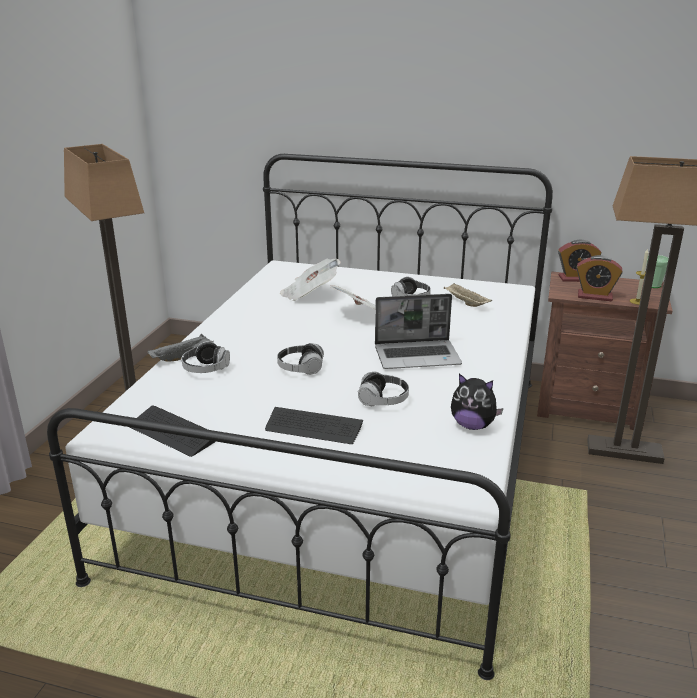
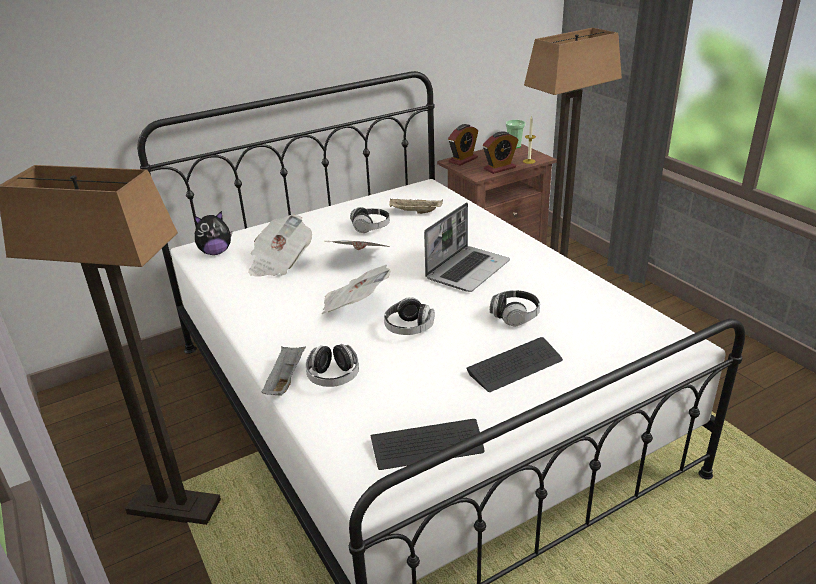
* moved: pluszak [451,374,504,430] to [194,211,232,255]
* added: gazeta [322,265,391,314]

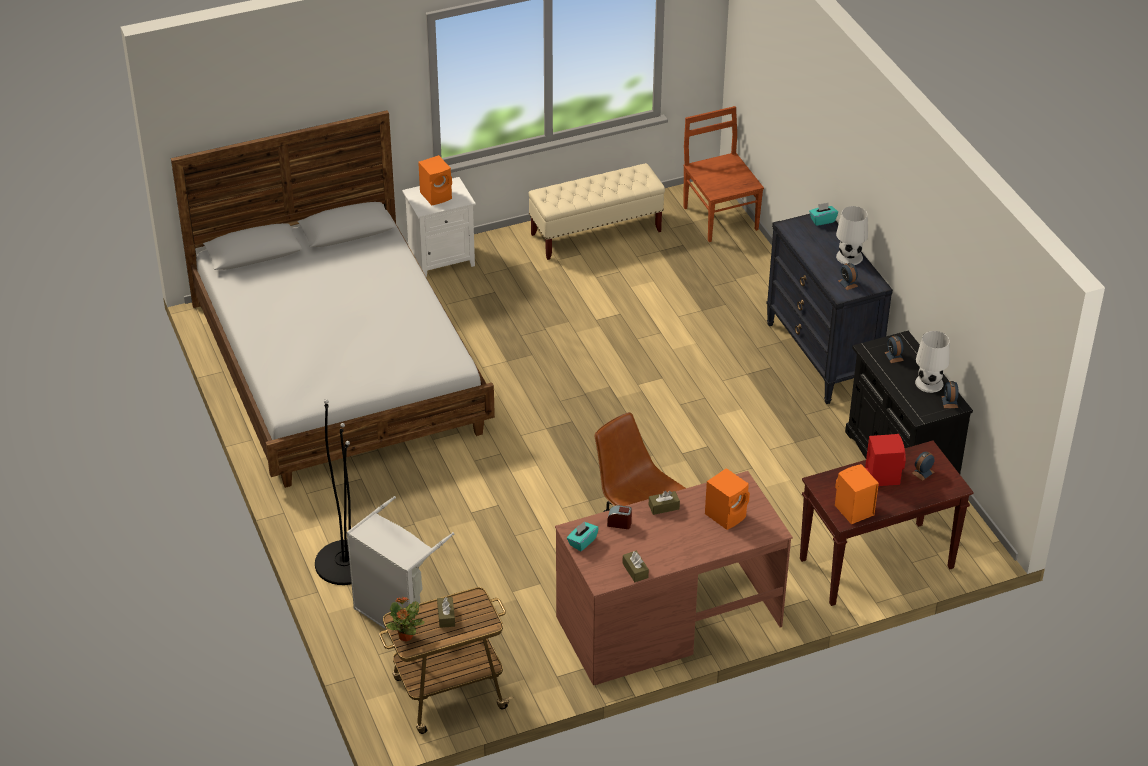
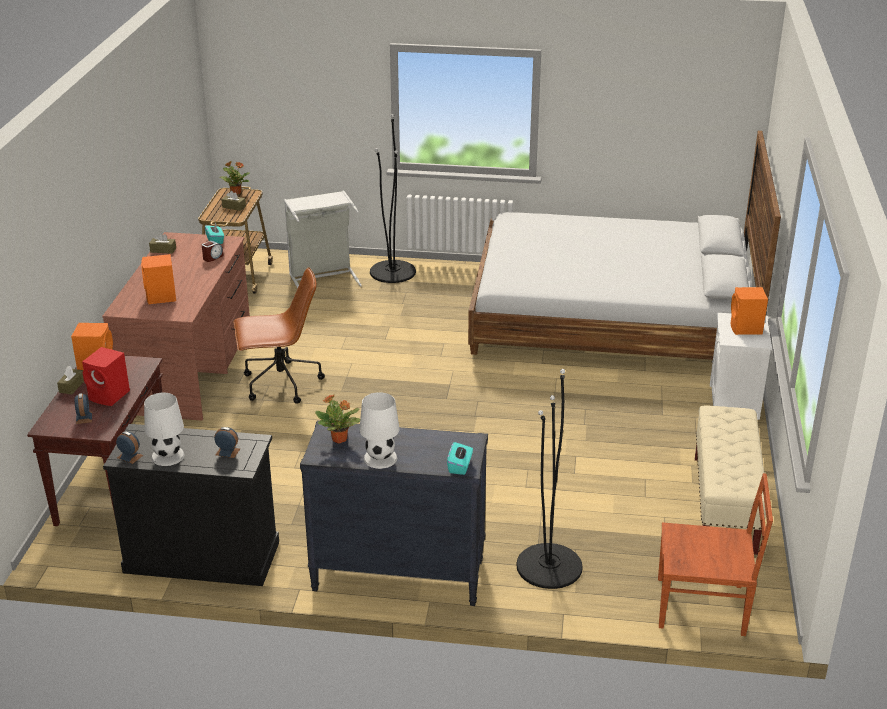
* moved: pudełko chusteczek [brązowy] [649,491,680,515] to [57,366,84,394]
* replaced: budzik [838,263,858,290] to roślina doniczkowa [315,394,360,443]
* added: lampa stojąca [czarny] [516,369,583,589]

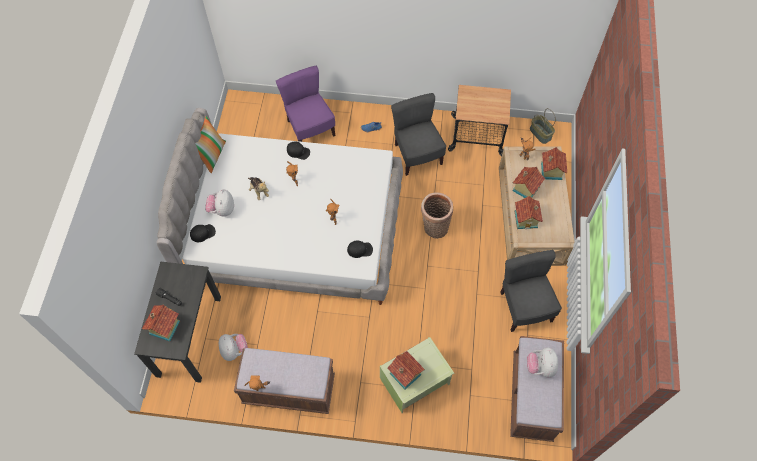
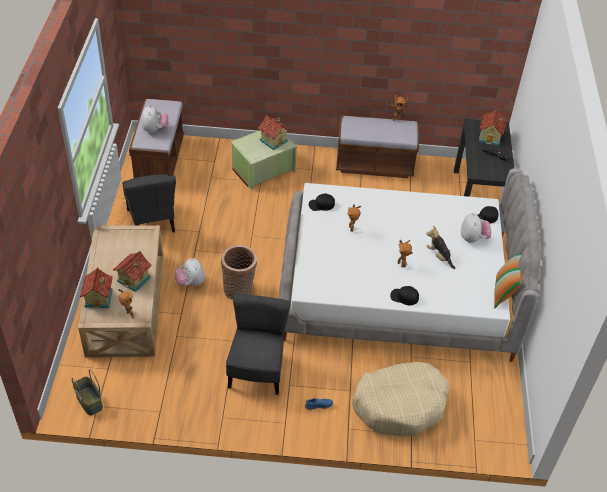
* moved: pluszak [219,334,248,361] to [175,258,205,286]
* replaced: krzesło [fioletowy] [276,66,335,142] to legowisko [beżowy] [352,362,449,436]
* turned: krzesło [szary] [391,93,446,176] = [226,294,291,395] 150 degrees counterclockwise
* removed: wózek [448,85,511,156]
* removed: domek [514,196,543,229]

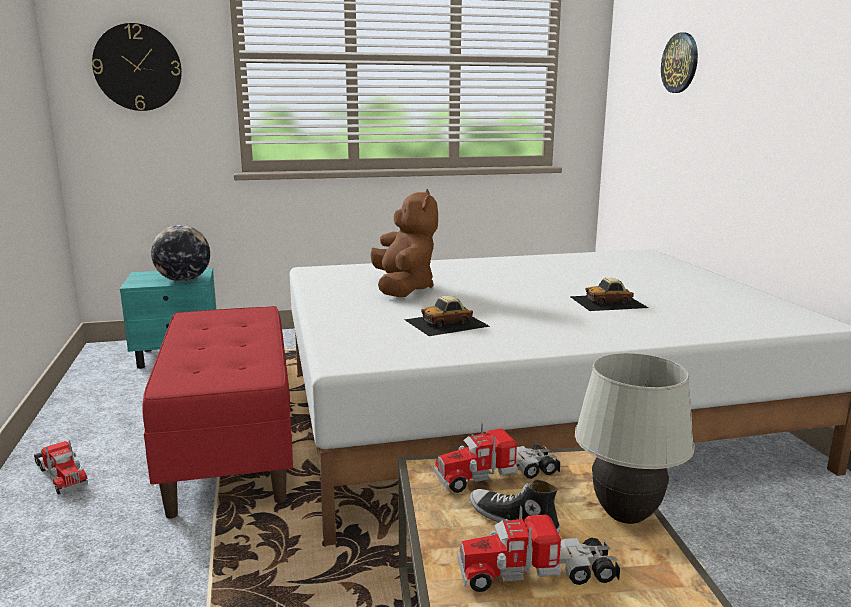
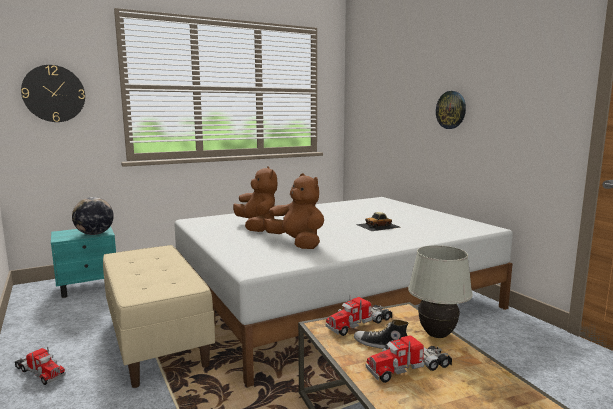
* recoloured: ławka [czerwony] [142,306,293,519] to ławka [beżowy] [103,245,215,388]
* replaced: samochodzik [404,296,490,336] to pluszak [brązowy] [263,173,324,249]
* moved: zegar ścienny [661,32,698,93] to [436,91,466,129]

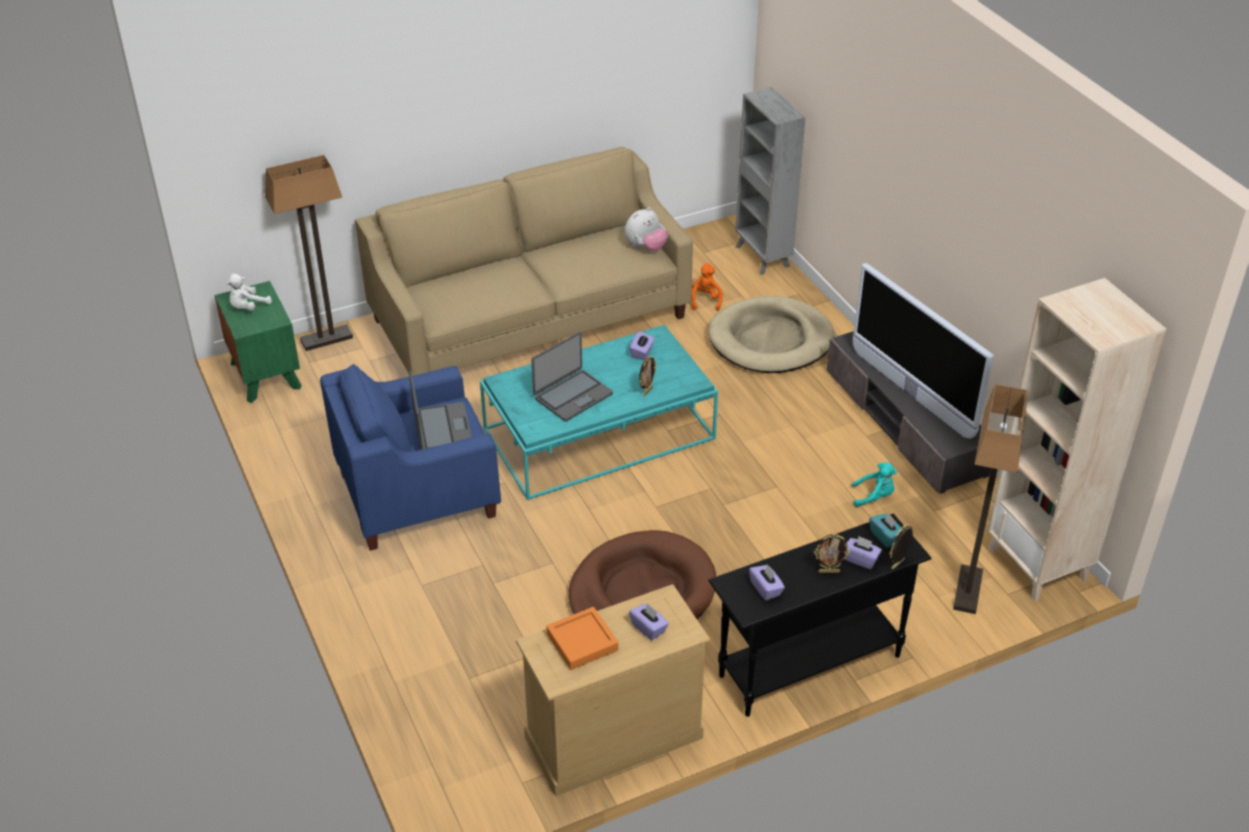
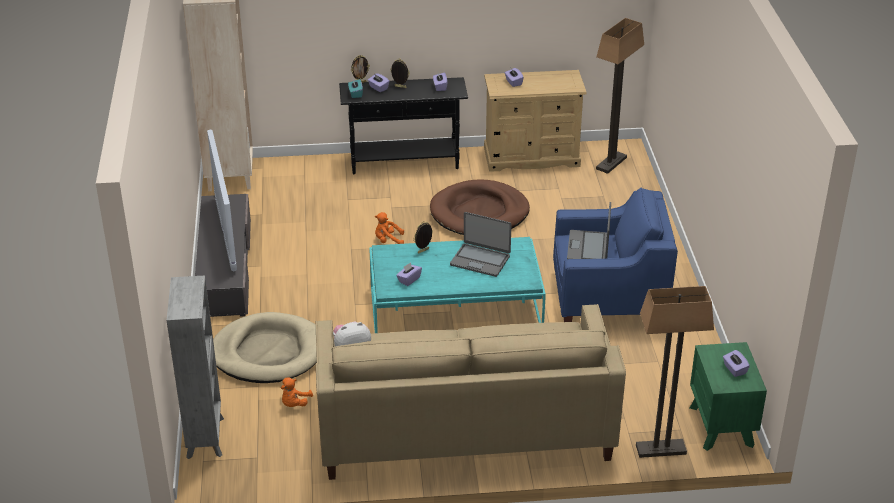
* replaced: pluszak [biały] [226,274,272,311] to pudełko chusteczek [fioletowy] [723,350,750,377]
* turned: laptop [531,332,613,421] = [450,212,512,277] 135 degrees counterclockwise
* removed: taca [pomarańczowy] [546,607,618,670]
* removed: pluszak [turkusowy] [852,462,897,507]
* moved: lampa stojąca [953,384,1027,614] to [596,18,644,174]
* added: pluszak [pomarańczowy] [375,212,404,244]

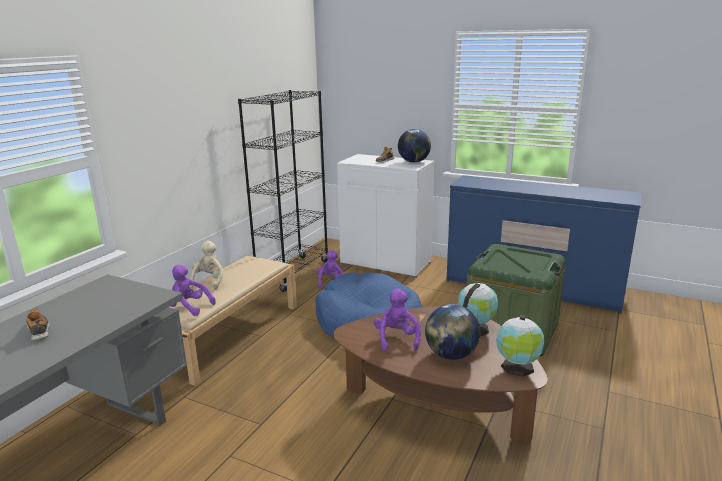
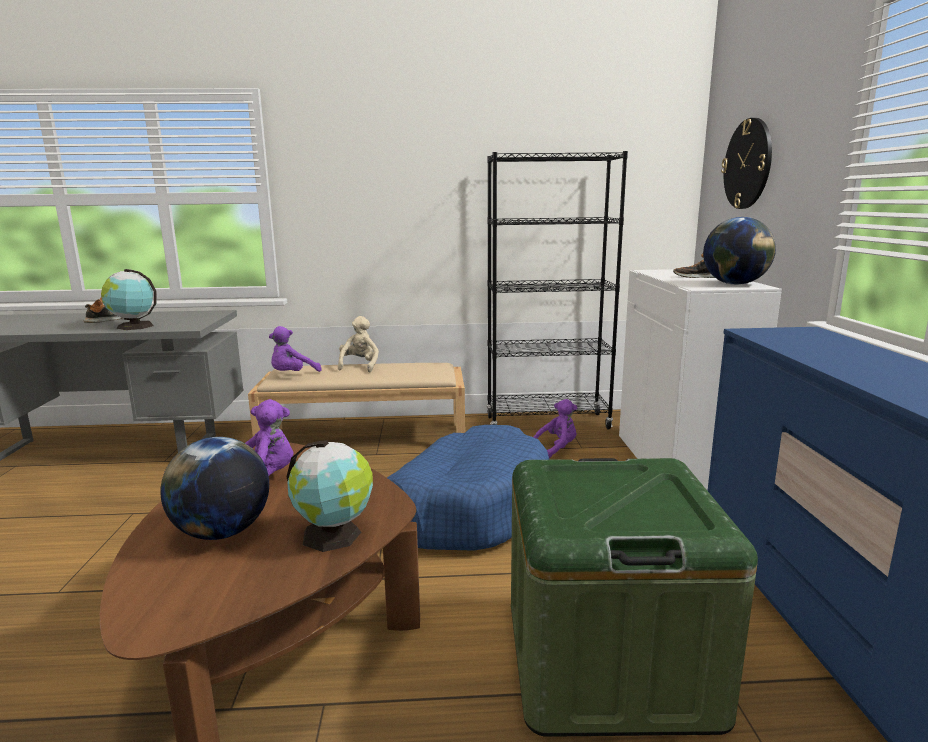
* turned: pluszak [fioletowy] [171,265,216,316] = [269,326,322,372] 135 degrees counterclockwise
* turned: pluszak [beżowy] [190,241,224,290] = [338,316,379,372] 60 degrees counterclockwise
* moved: globus [496,315,544,377] to [101,269,157,330]
* added: zegar ścienny [721,118,772,209]

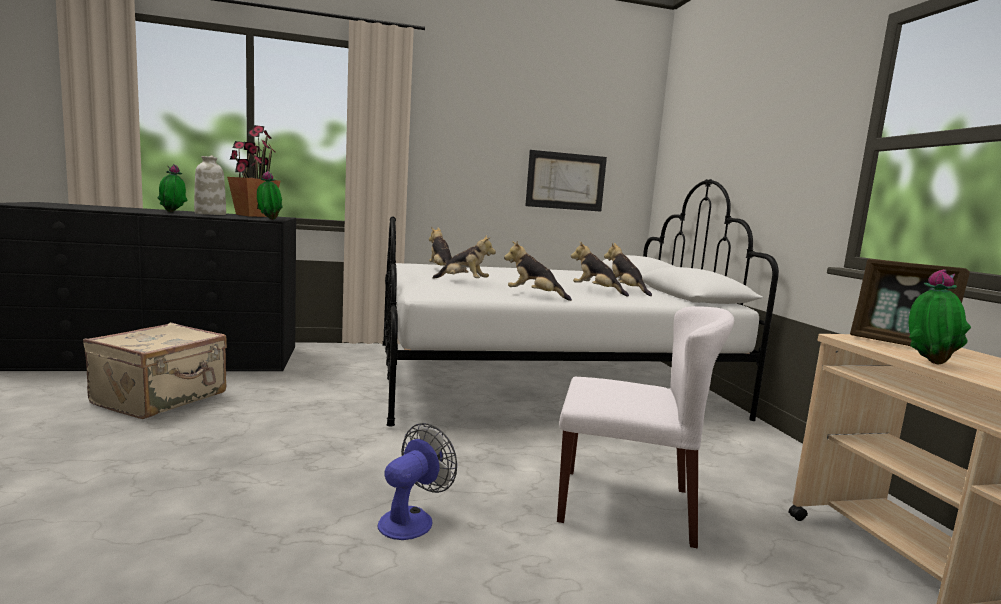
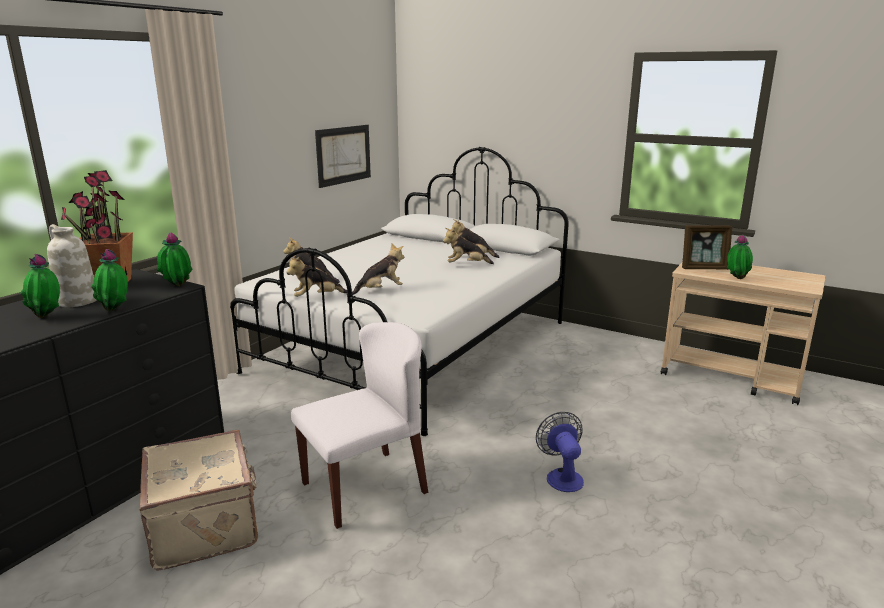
* moved: pluszak [504,241,572,301] to [286,257,347,297]
* moved: krzesło [biały] [557,306,734,548] to [291,322,428,529]
* added: roślina doniczkowa [91,249,128,311]

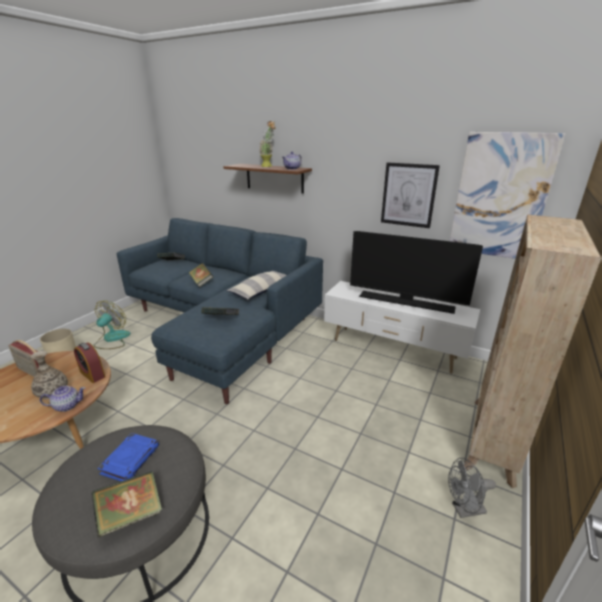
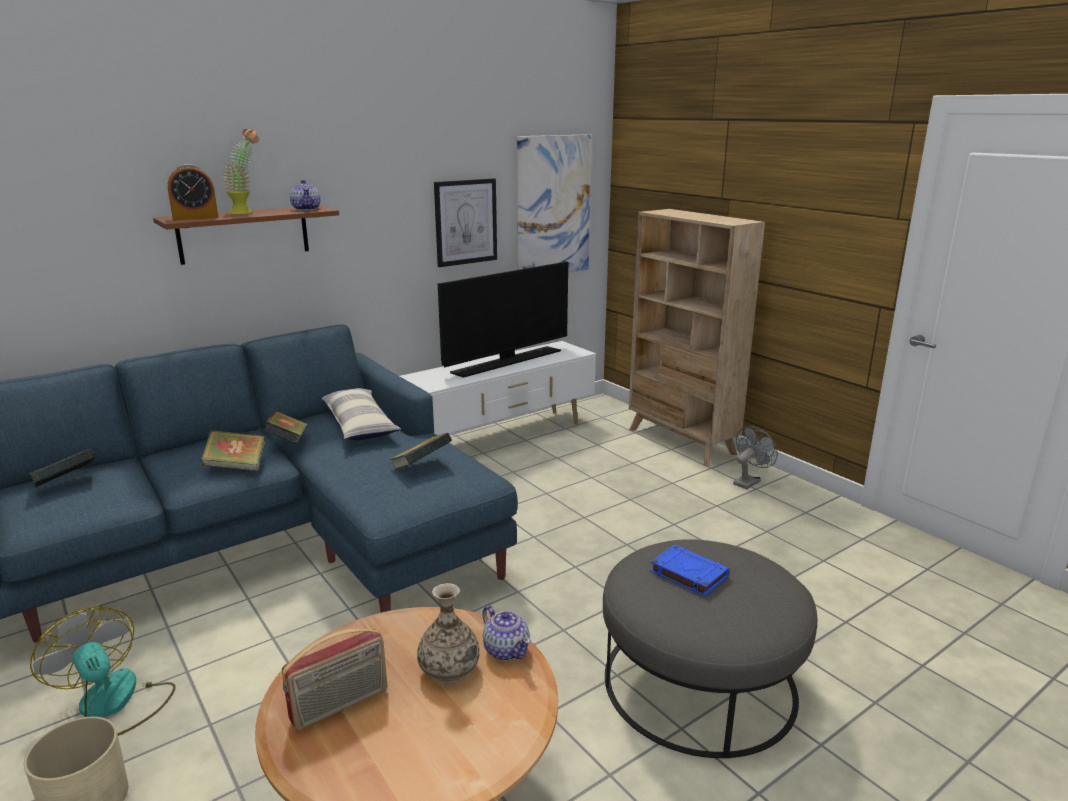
* turned: imbryk [40,386,86,412] = [482,606,531,661] 135 degrees clockwise
* moved: budzik [74,343,105,383] to [168,164,218,220]
* moved: książka [91,471,162,538] to [262,411,307,444]
* turned: wentylator [szary] [448,458,496,518] = [733,426,778,489] 150 degrees counterclockwise

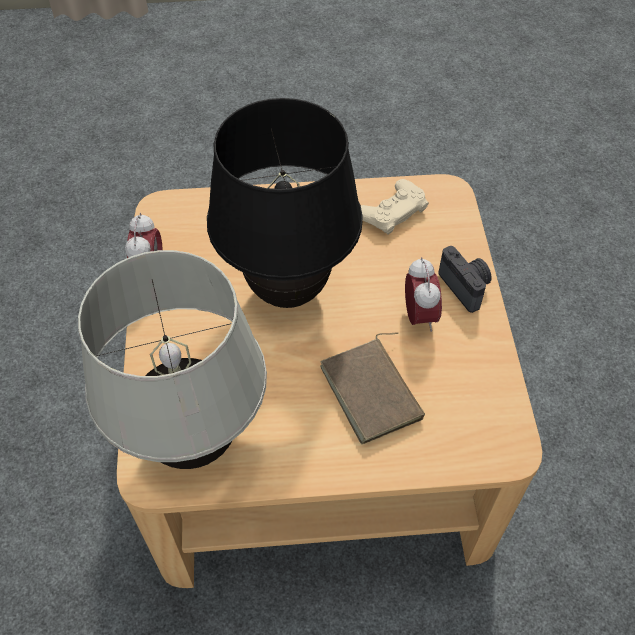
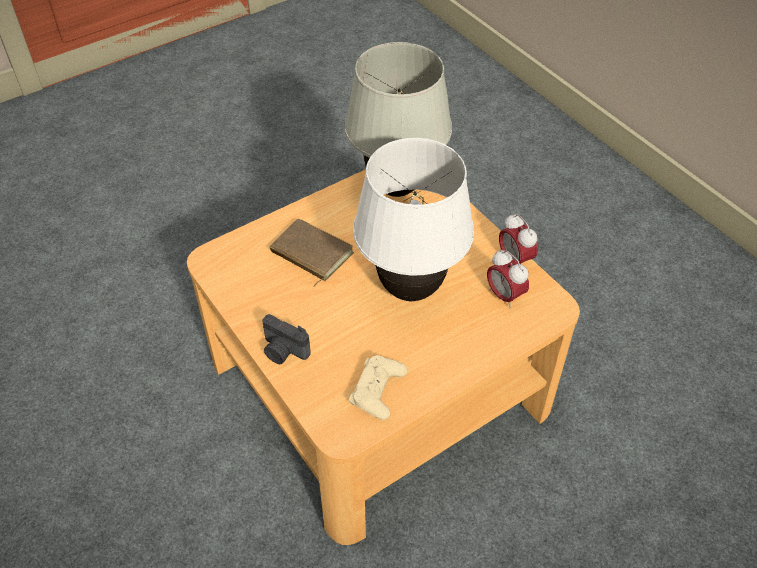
* recoloured: lampa stołowa [czarny] [207,98,363,308] to lampa stołowa [biały] [353,138,474,301]
* moved: budzik [405,257,442,332] to [487,249,529,309]

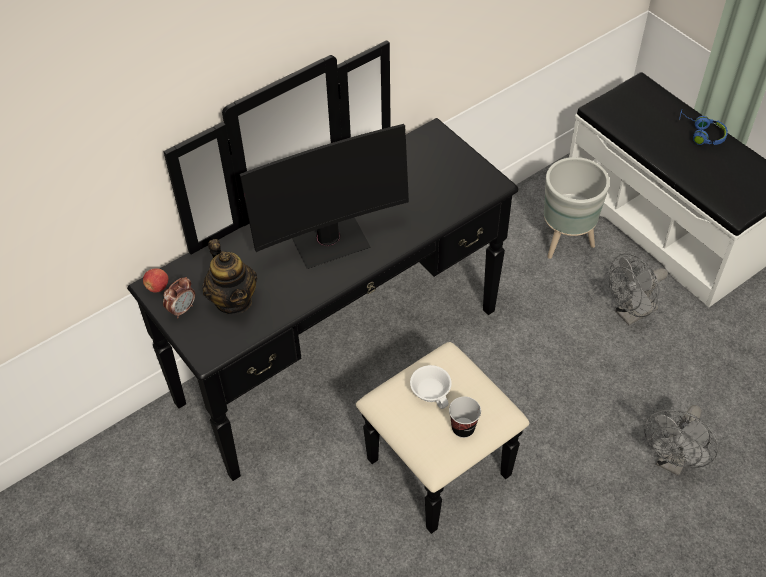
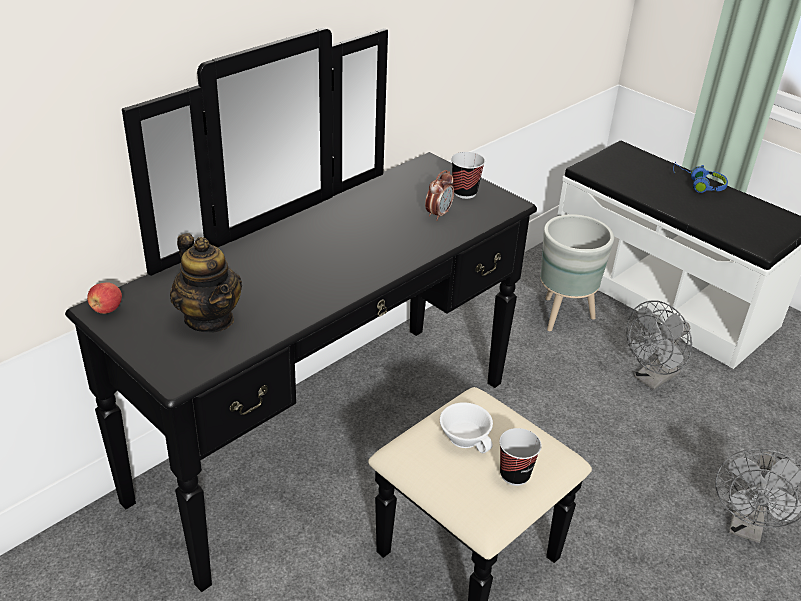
* moved: budzik [163,277,195,318] to [425,170,454,221]
* removed: monitor [240,124,409,269]
* added: filiżanka [451,152,485,199]

